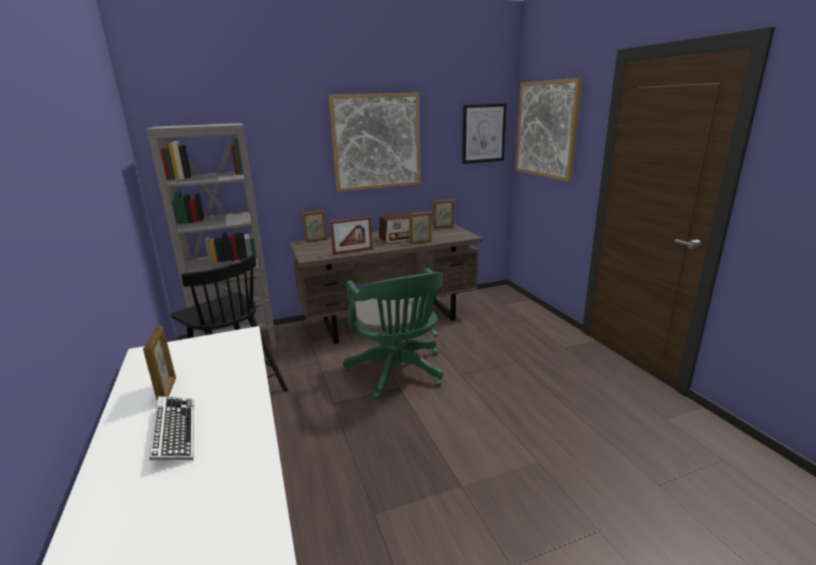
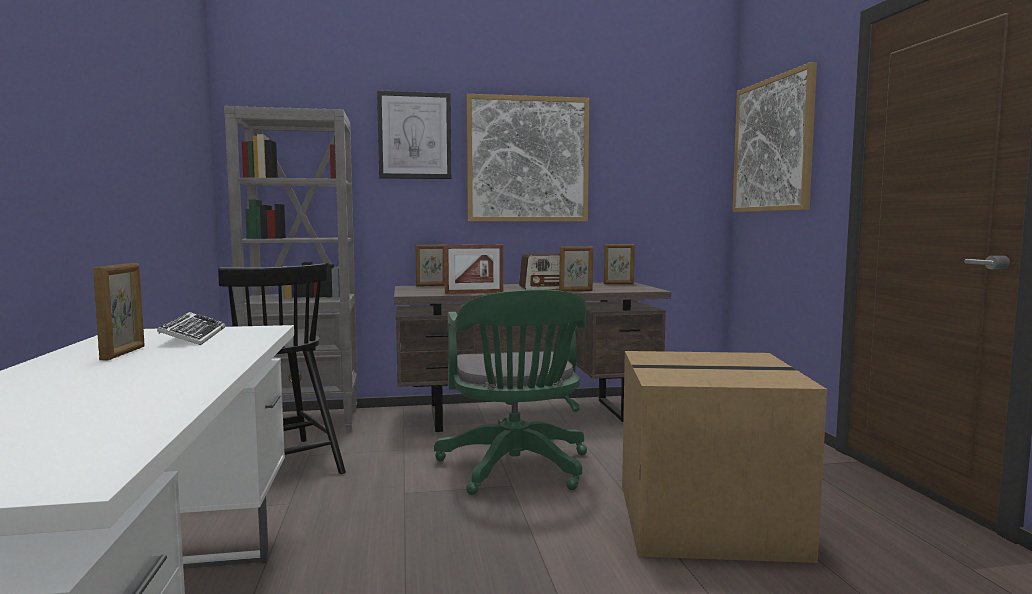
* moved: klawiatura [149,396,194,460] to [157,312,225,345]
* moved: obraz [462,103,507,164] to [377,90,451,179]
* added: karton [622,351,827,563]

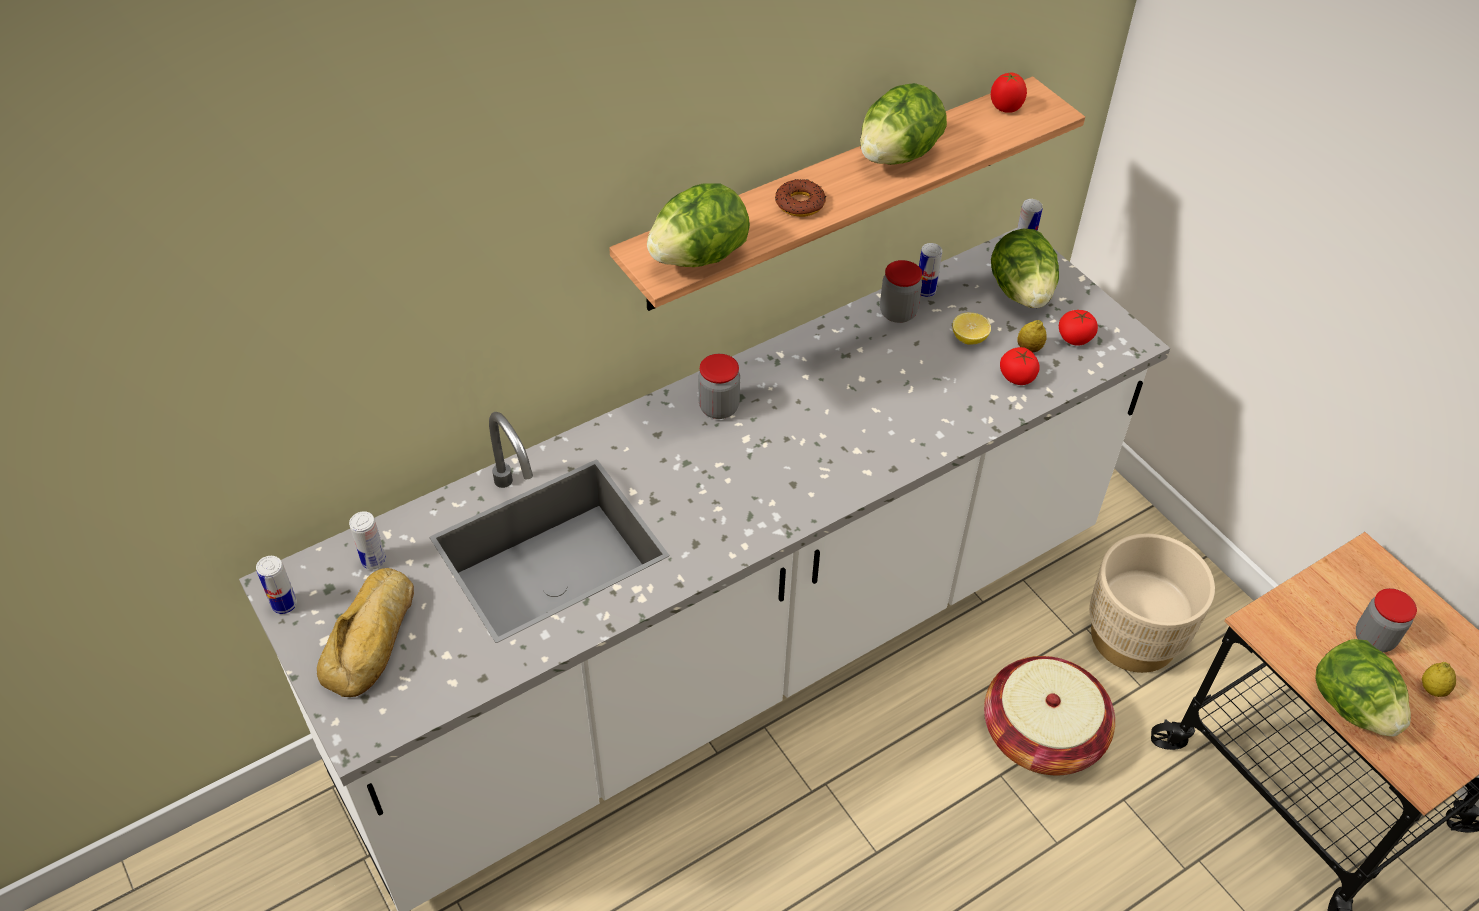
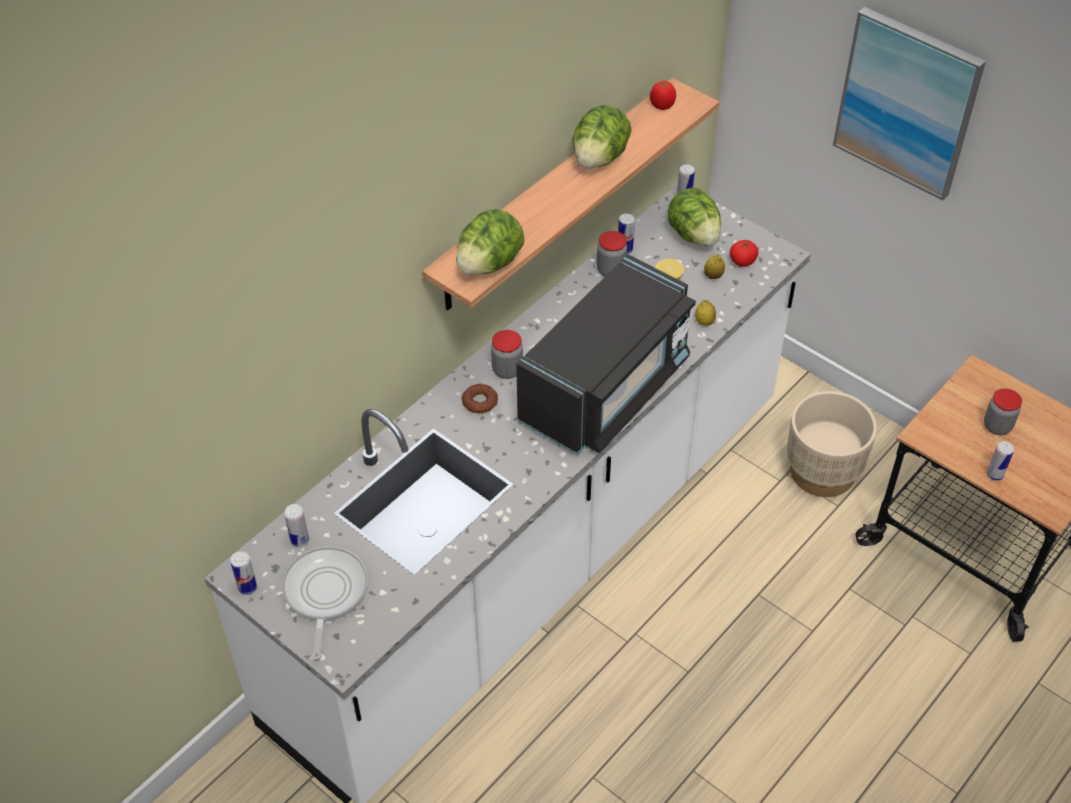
* replaced: chleb [317,568,414,697] to patelnia [282,546,368,660]
* moved: donut [775,179,826,217] to [462,383,498,413]
* removed: koszyk [984,656,1115,775]
* removed: pomidor [1000,347,1040,385]
* replaced: sałata [1315,639,1411,737] to puszka [987,441,1014,481]
* moved: cytryna [1422,662,1456,697] to [695,300,716,326]
* added: mikrofalówka [czarny] [516,254,696,455]
* added: obraz [833,7,986,200]

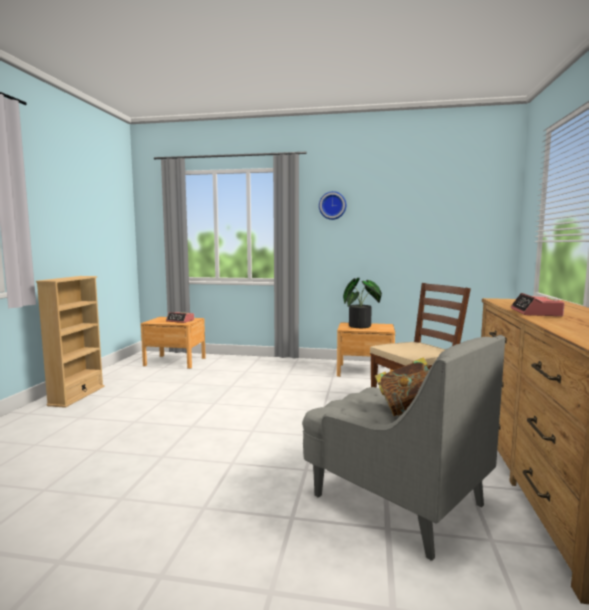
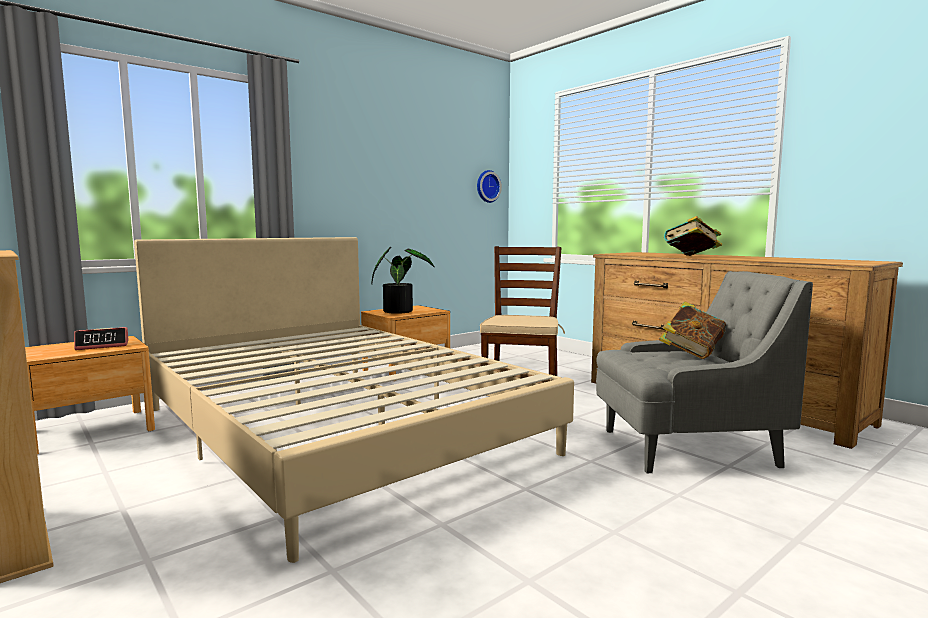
* moved: zegar ścienny [319,191,346,220] to [477,170,502,203]
* replaced: budzik [511,293,565,316] to książka [664,216,722,256]
* added: łóżko [beżowy] [134,237,574,563]

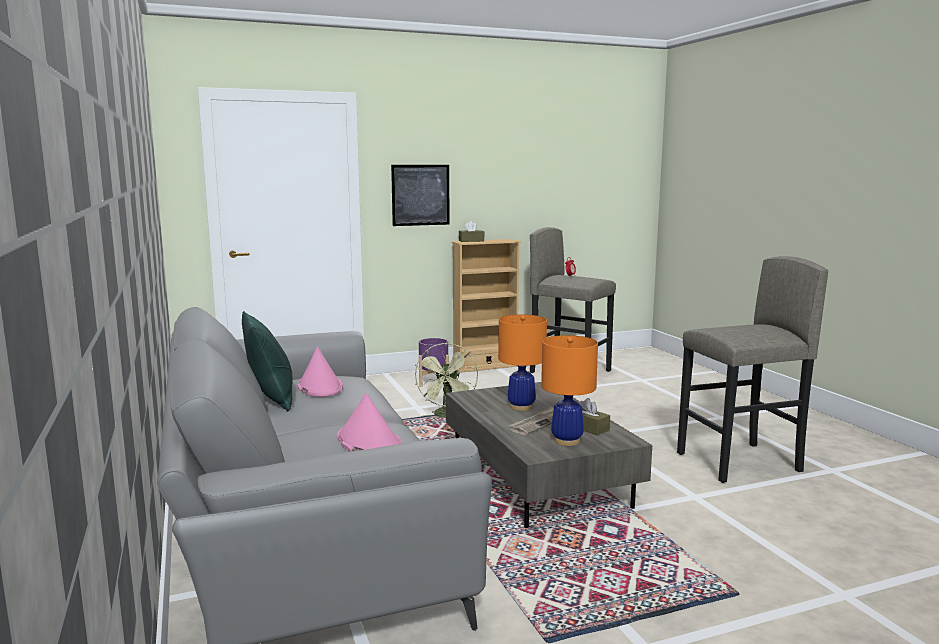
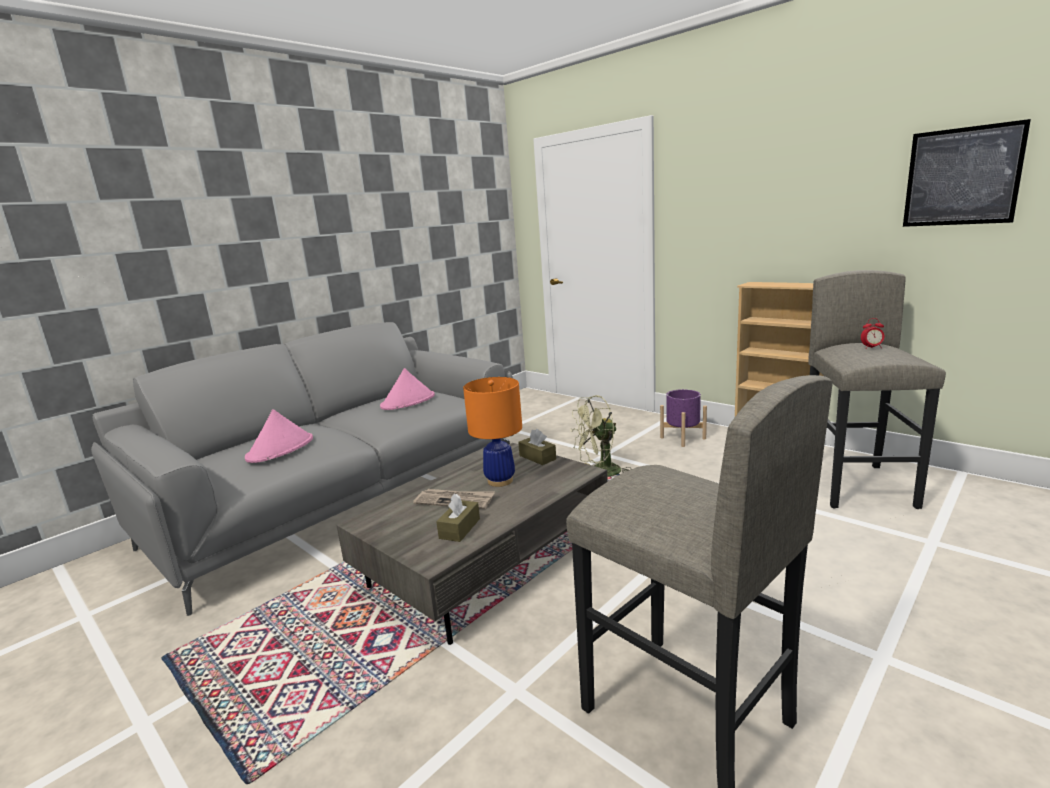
* removed: poduszka [zielony] [242,311,293,411]
* moved: obraz [391,165,450,226] to [903,119,1031,227]
* moved: pudełko chusteczek [brązowy] [459,221,484,242] to [518,429,556,465]
* removed: lampa stołowa [pomarańczowy] [541,335,598,446]

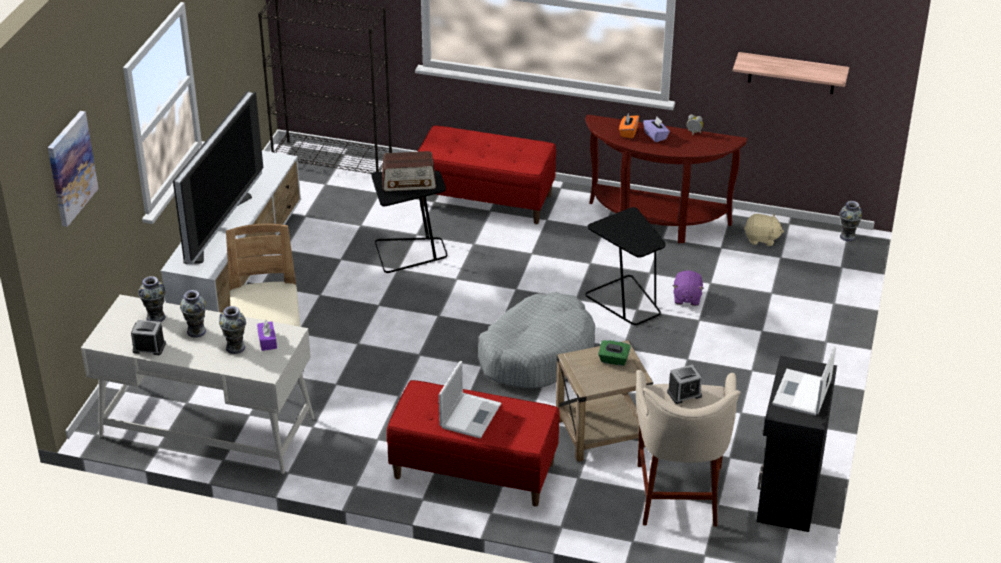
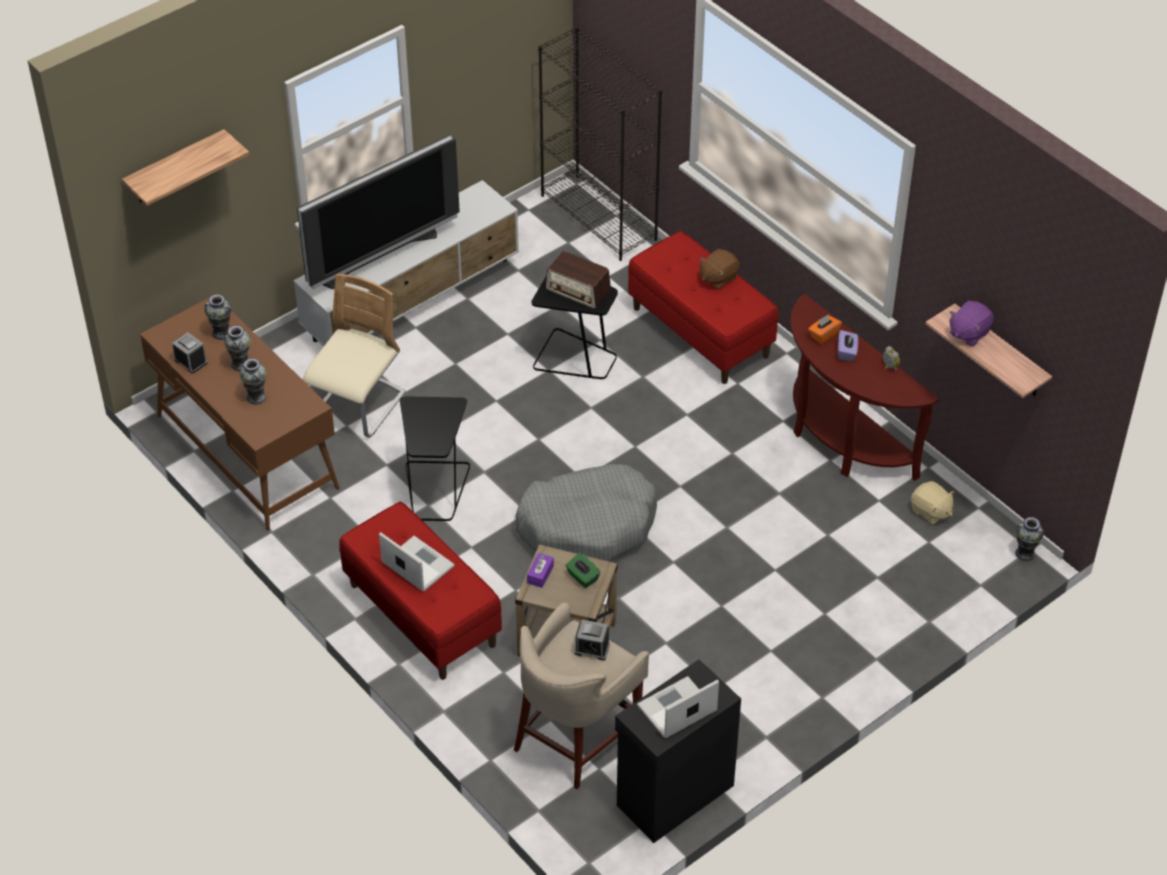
* replaced: obraz [48,111,99,227] to półka [122,129,250,206]
* recoloured: biurko [biały] [81,295,314,474] to biurko [brązowy] [140,297,340,531]
* moved: pudełko chusteczek [fioletowy] [257,320,277,351] to [527,553,554,588]
* turned: laptop [439,361,501,438] = [379,532,455,591] 105 degrees counterclockwise
* moved: stolik [czarny] [585,207,666,325] to [400,396,470,521]
* moved: pluszak [fioletowy] [672,270,704,306] to [949,301,994,346]
* added: pluszak [brązowy] [700,249,740,290]

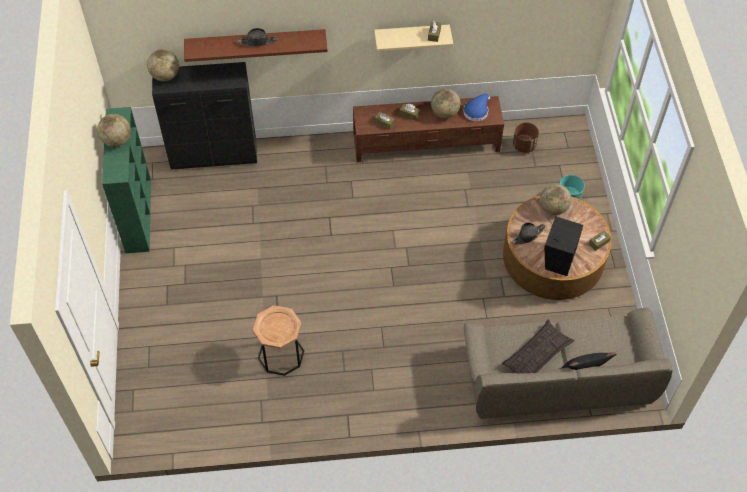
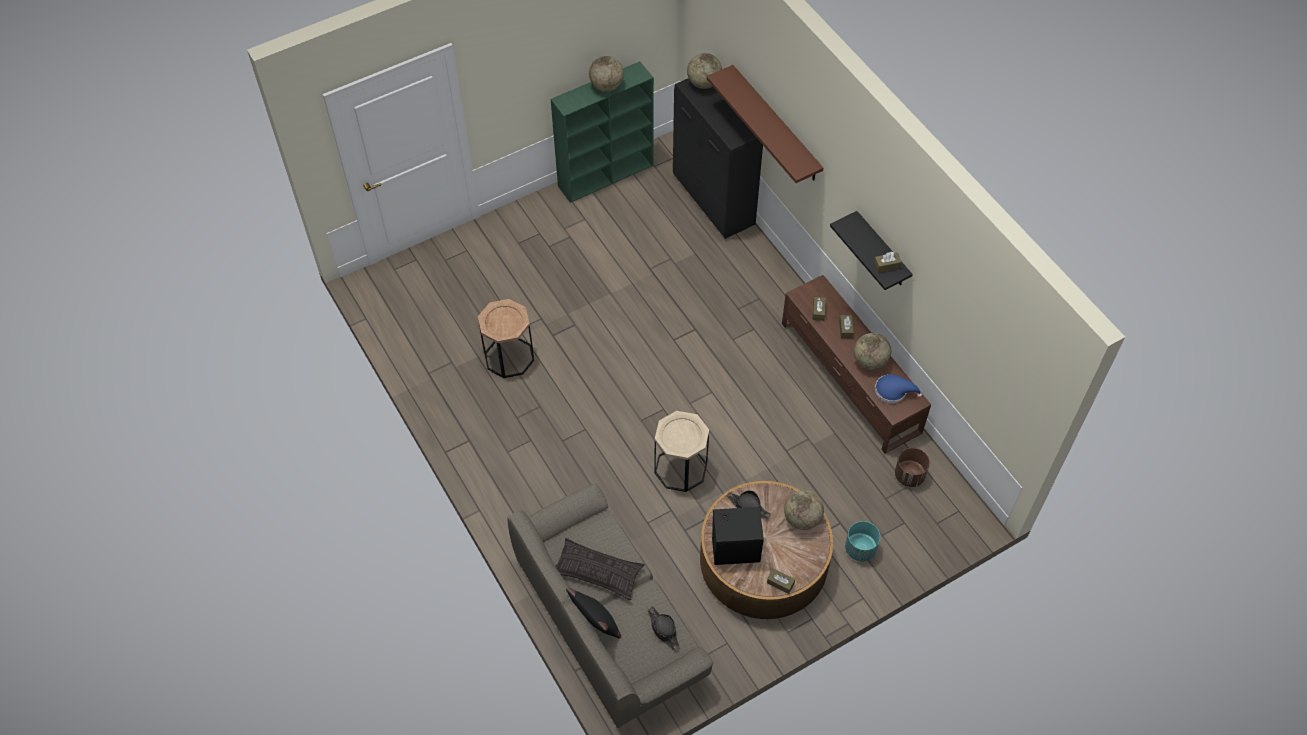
* moved: kapelusz [czarny] [237,28,278,46] to [648,607,680,651]
* recoloured: półka [beżowy] [374,25,453,51] to półka [czarny] [830,211,913,290]
* added: stolik [beżowy] [655,411,709,492]

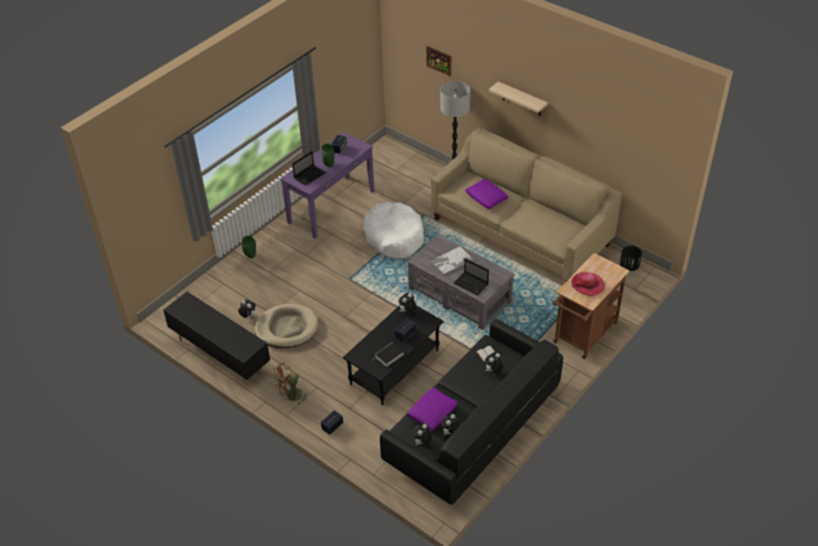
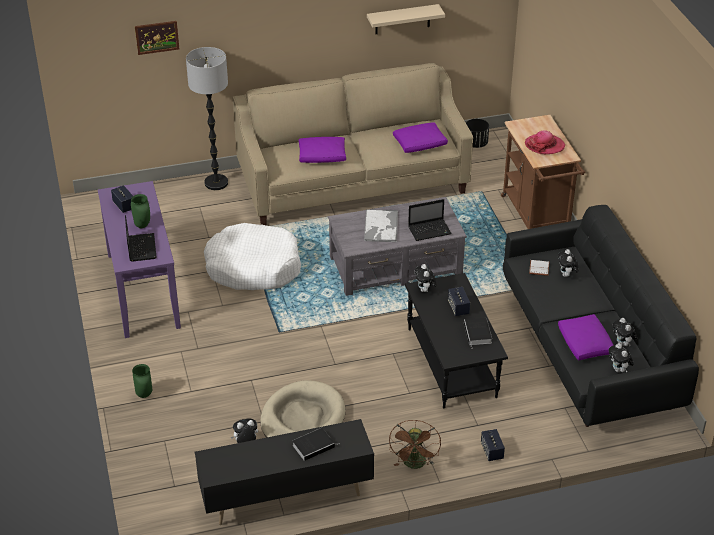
* moved: półka [beżowy] [489,82,548,116] to [367,4,445,34]
* added: książka [292,428,339,461]
* added: poduszka [fioletowy] [393,122,448,153]

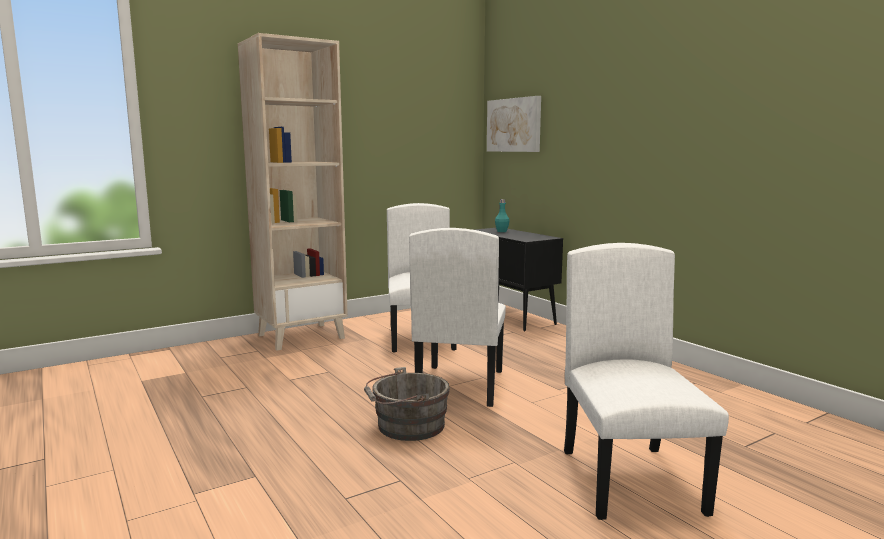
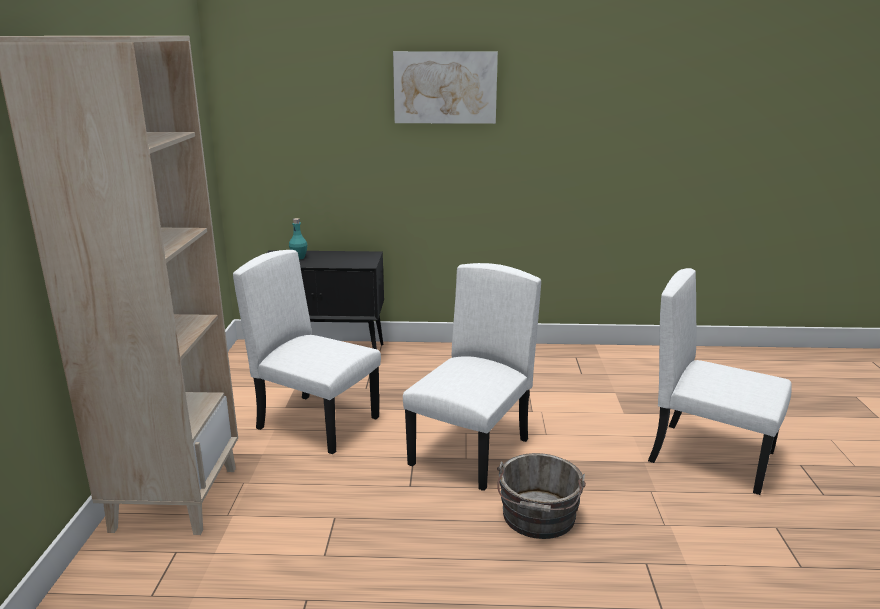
* turned: krzesło [biały] [409,228,506,407] = [403,263,541,491] 105 degrees counterclockwise
* moved: obraz [487,96,541,152] to [393,51,498,124]

